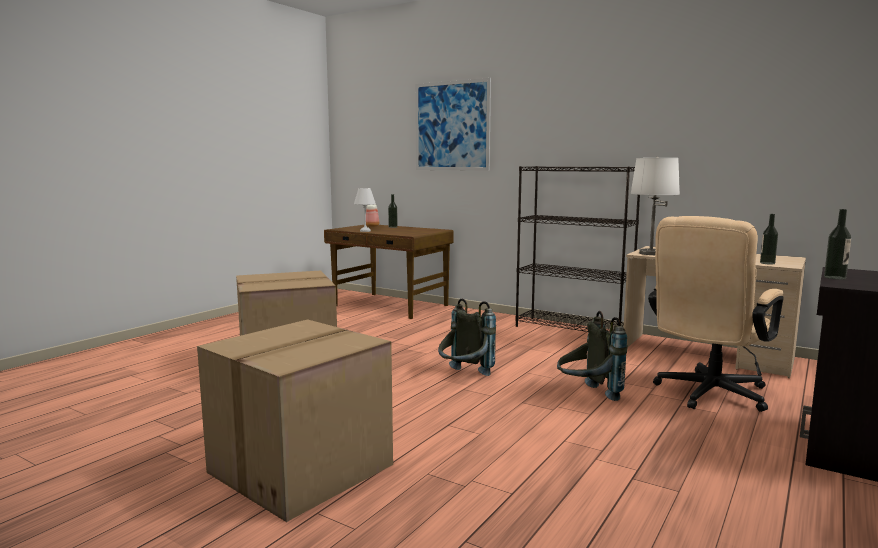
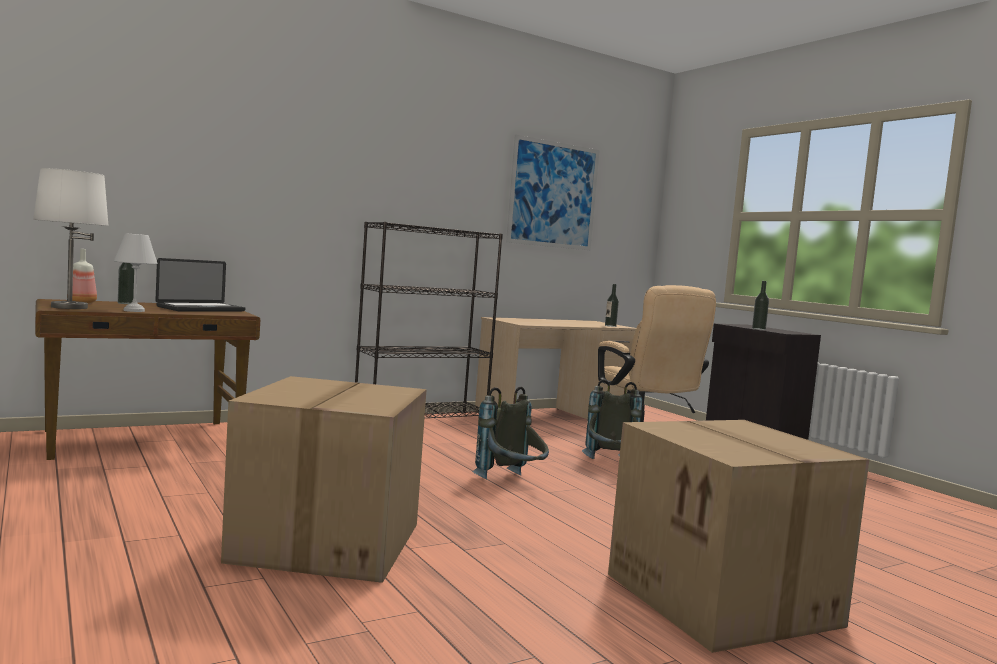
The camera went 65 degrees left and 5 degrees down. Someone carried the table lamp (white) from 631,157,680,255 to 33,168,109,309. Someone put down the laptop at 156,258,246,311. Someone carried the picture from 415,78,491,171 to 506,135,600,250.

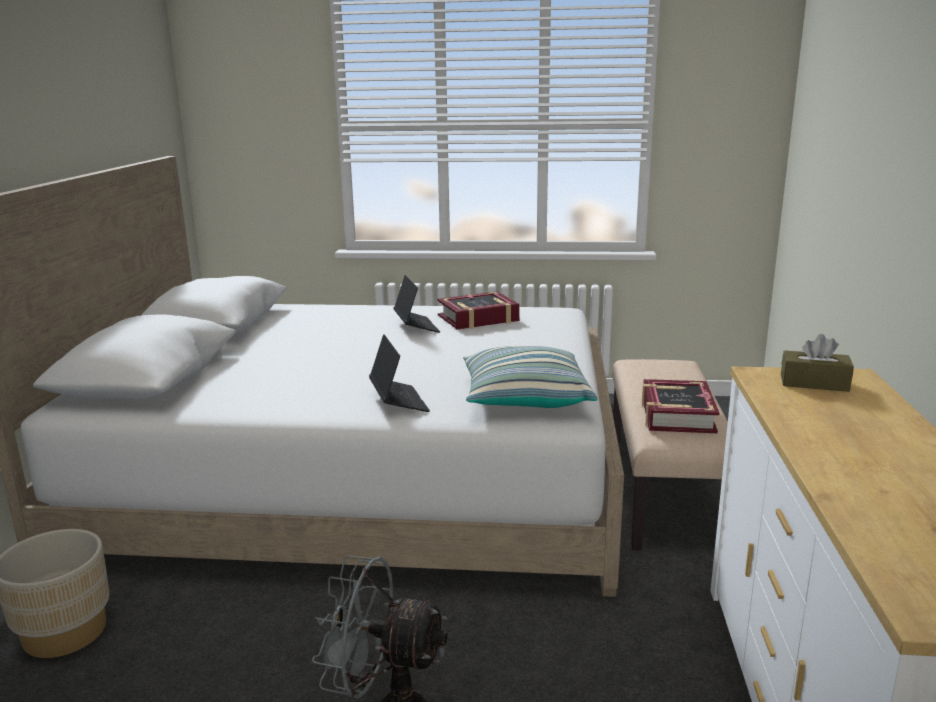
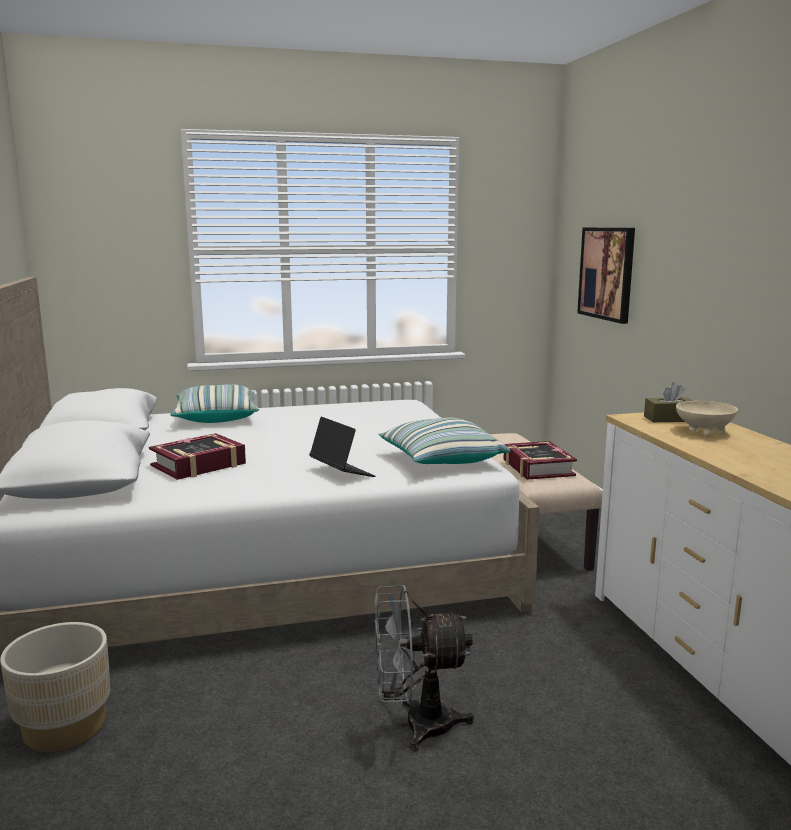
The camera went 20 degrees left and 5 degrees down. Someone carried the book from 437,291,520,329 to 149,433,246,480. Someone put down the pillow at 170,384,259,423. Someone put up the picture at 577,228,635,324. Someone put down the bowl (beige) at 676,401,738,436. Someone took away the laptop at 393,275,440,333.

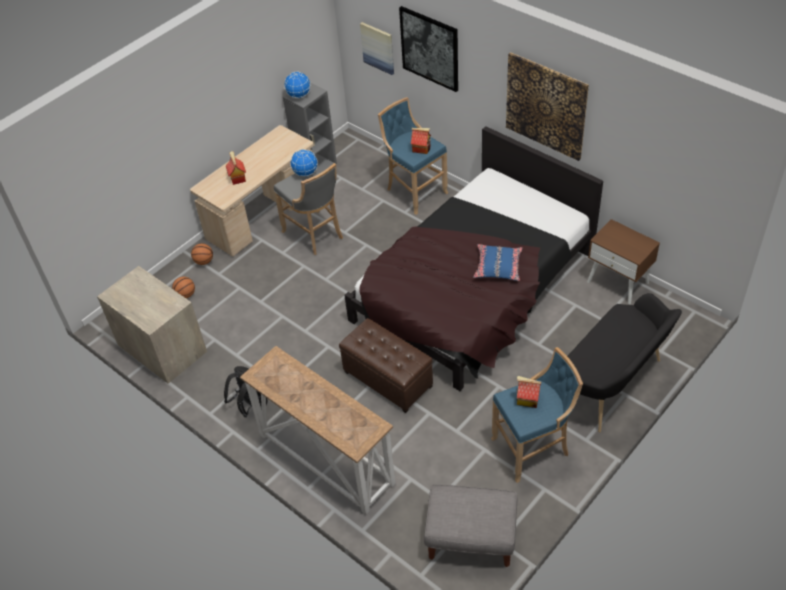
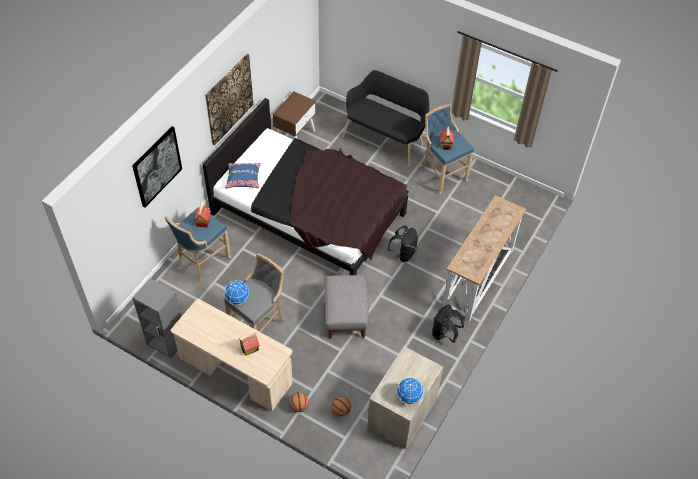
The camera went 105 degrees left and 5 degrees up. Someone carried the pillow (blue) from 473,244,523,281 to 225,163,261,188. Someone carried the ottoman (grey) from 424,484,517,567 to 324,275,369,339. Someone swapped the ottoman (brown) at 339,318,433,413 for the backpack (black) at 387,226,418,262. Someone carried the globe from 284,71,311,99 to 397,378,423,405. Someone took away the picture at 360,22,394,75.

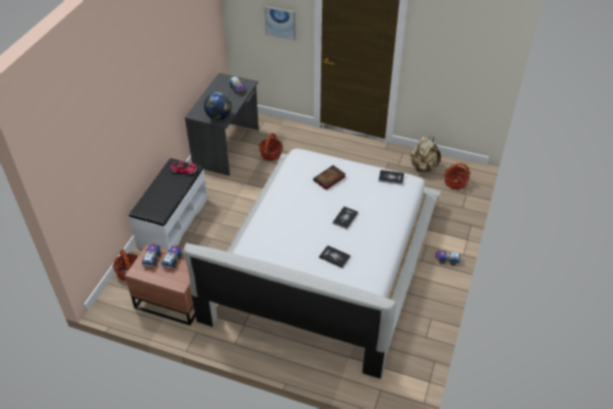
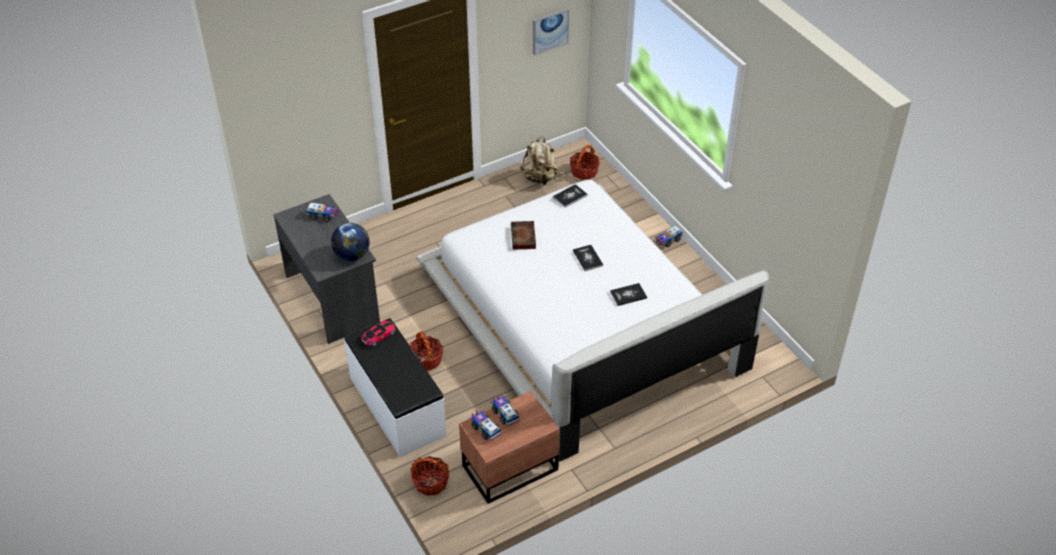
The camera went 50 degrees left and 0 degrees up. Someone carried the basket from 259,133,283,161 to 410,331,443,371. Someone carried the picture from 265,6,296,40 to 533,9,569,55.

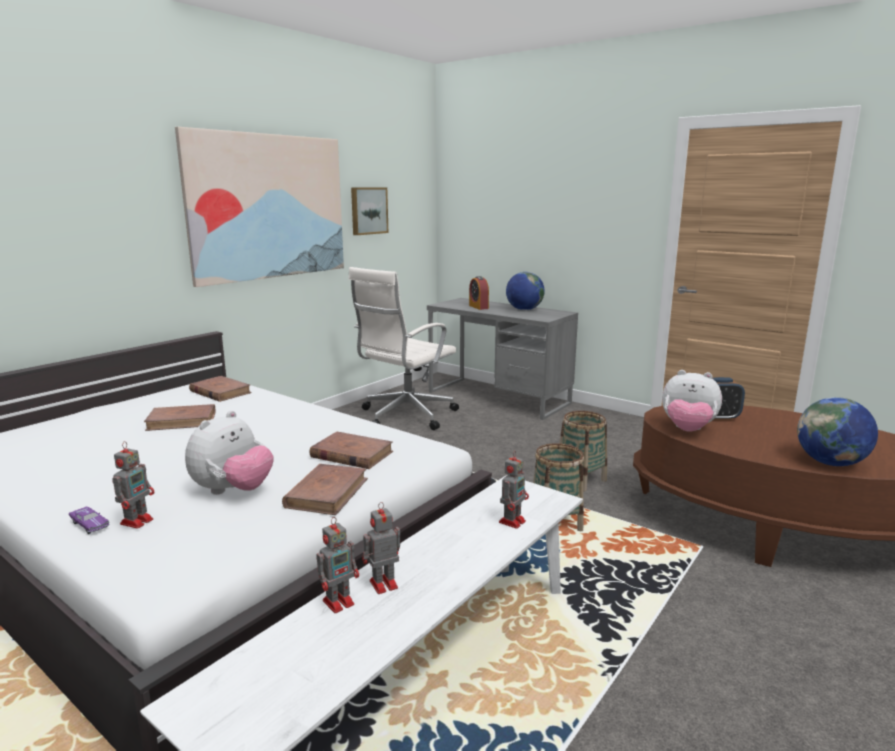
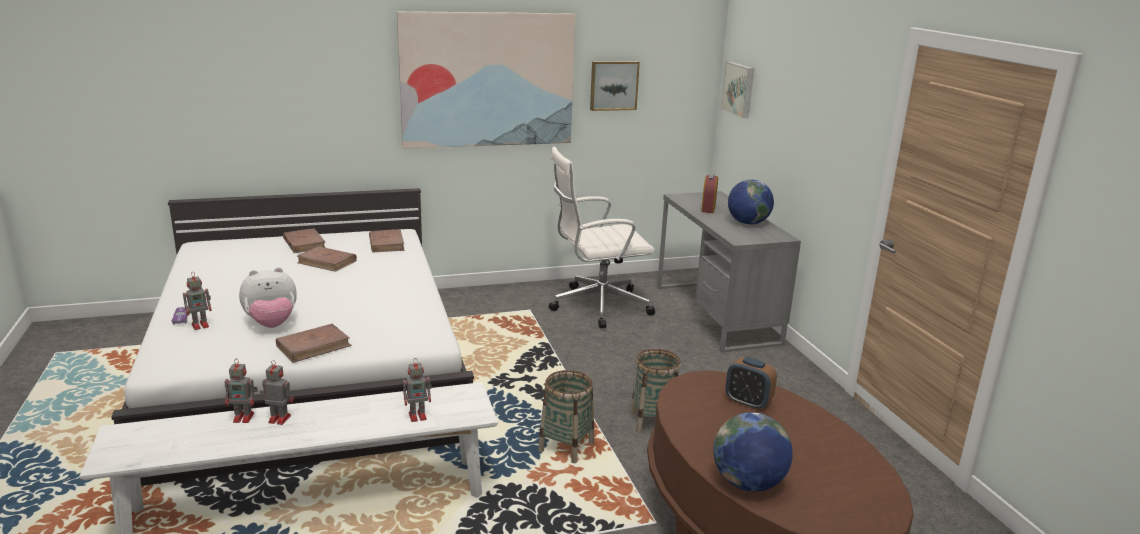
The camera went 35 degrees right and 5 degrees up. Someone carried the book (brown) from 310,432,393,469 to 283,228,326,253. Someone put up the picture at 721,62,754,118. Someone took away the plush toy at 662,370,722,432.

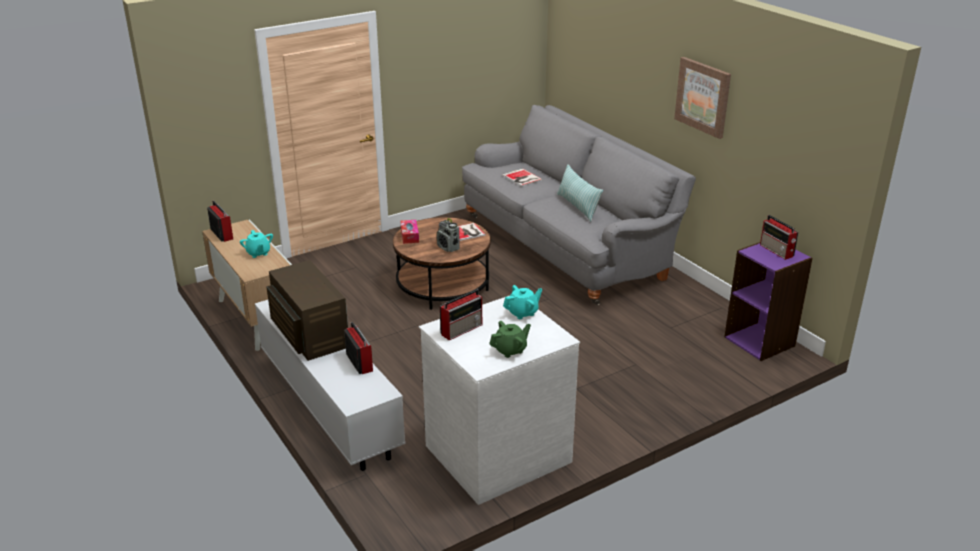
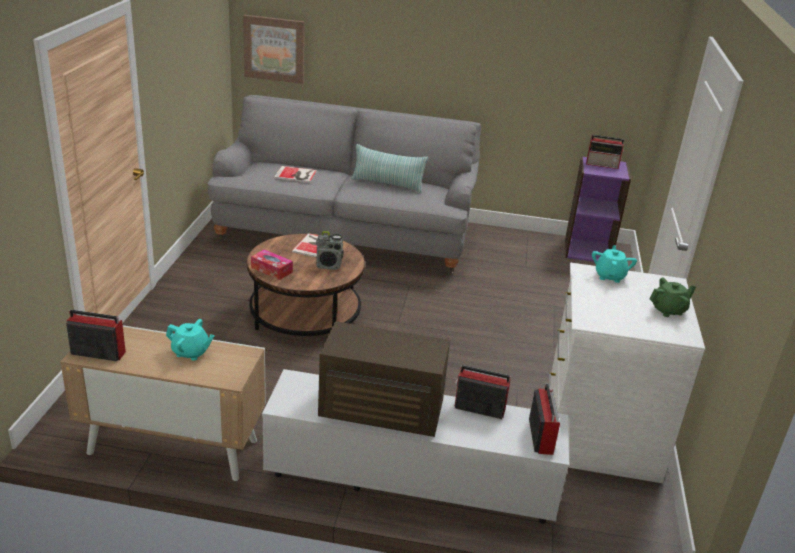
The camera went 50 degrees left and 0 degrees up. Someone carried the picture from 674,57,731,139 to 243,15,305,84. Someone carried the radio from 440,289,482,340 to 529,383,560,455. Someone rotated the teapot (green) at 489,321,531,358 by 60 degrees clockwise.

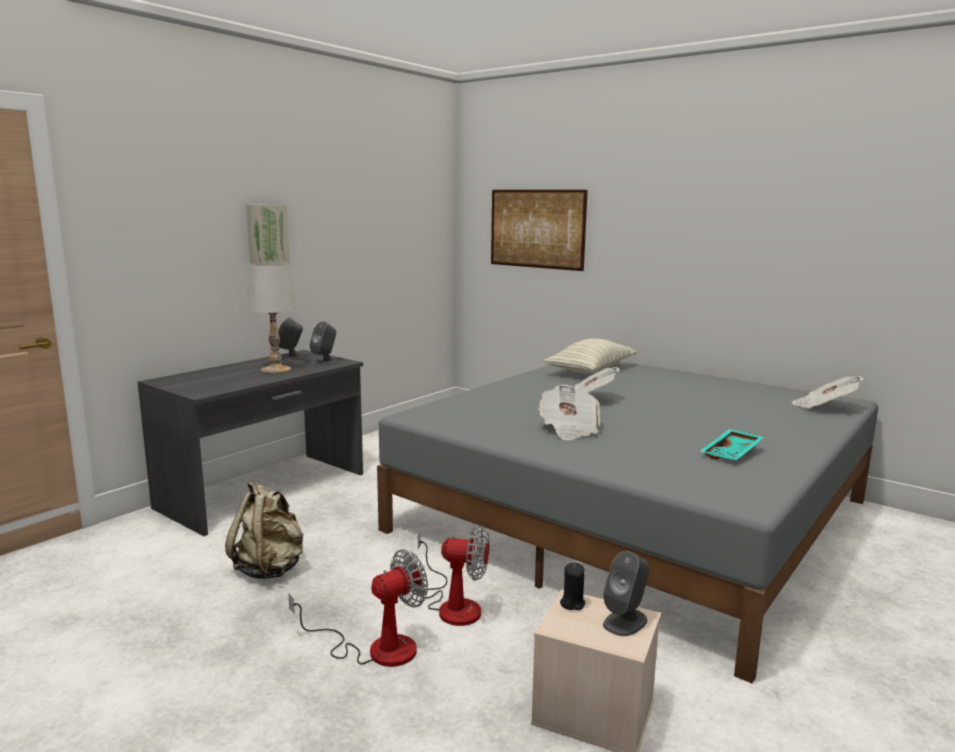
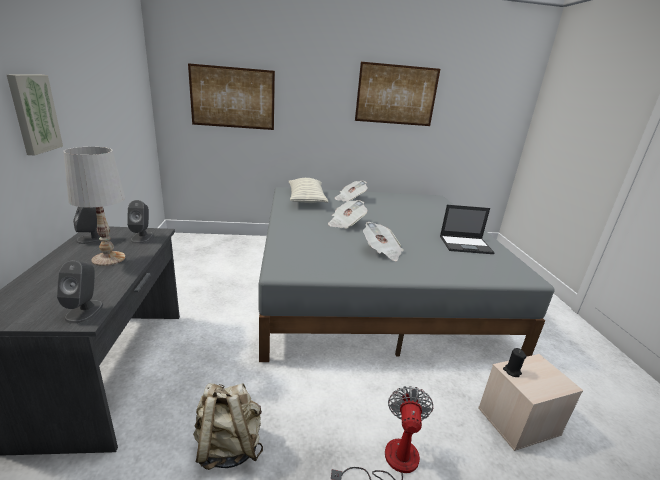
The camera went 45 degrees left and 10 degrees up. Someone carried the speaker (grey) from 603,551,649,636 to 57,261,103,324. Someone carried the newspaper from 792,376,864,409 to 335,181,368,202. Someone put up the picture at 355,62,440,126. Someone swapped the tray (turquoise) at 699,429,764,460 for the laptop at 440,205,495,254. Someone took away the fan at 418,525,490,626.

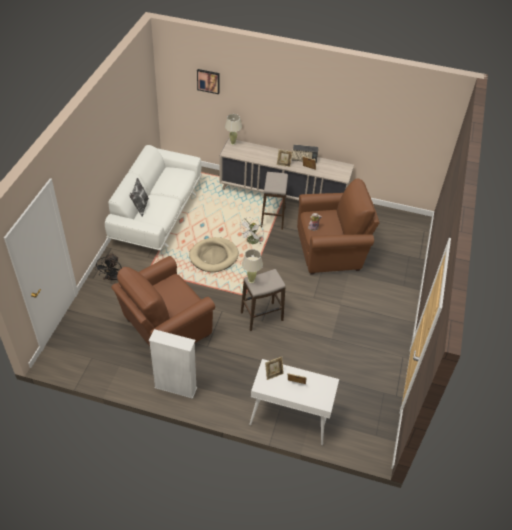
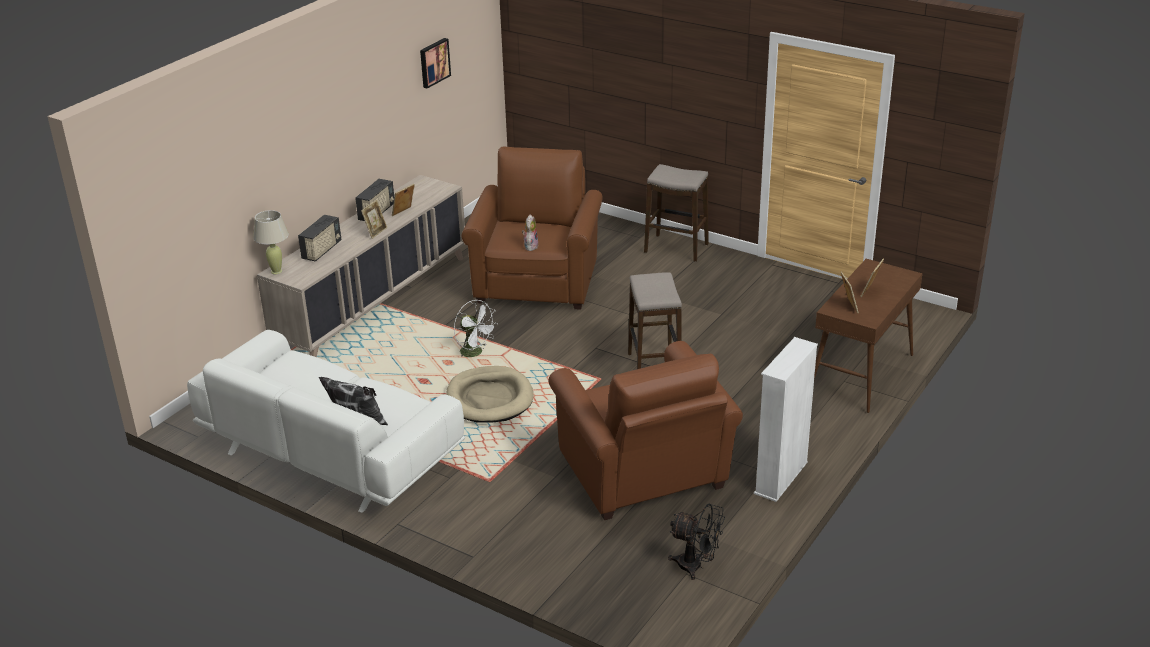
The camera went 70 degrees left and 15 degrees down. Someone put down the radio at 298,215,341,262. Someone carried the picture from 197,69,220,94 to 420,38,451,89. Someone carried the stool from 261,172,288,230 to 644,164,708,262. Someone carried the fan (black) from 95,253,122,281 to 668,503,725,580. Someone repainted the console table (white) at 249,359,339,445, which became the console table (brown) at 814,259,923,413. Someone took away the table lamp (beige) at 242,249,263,283.

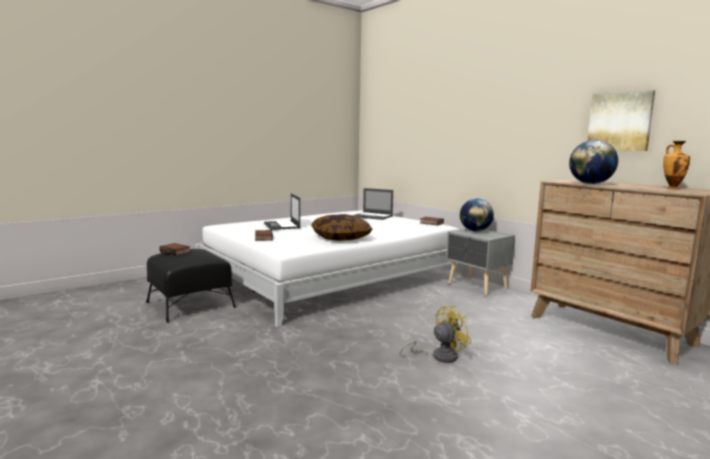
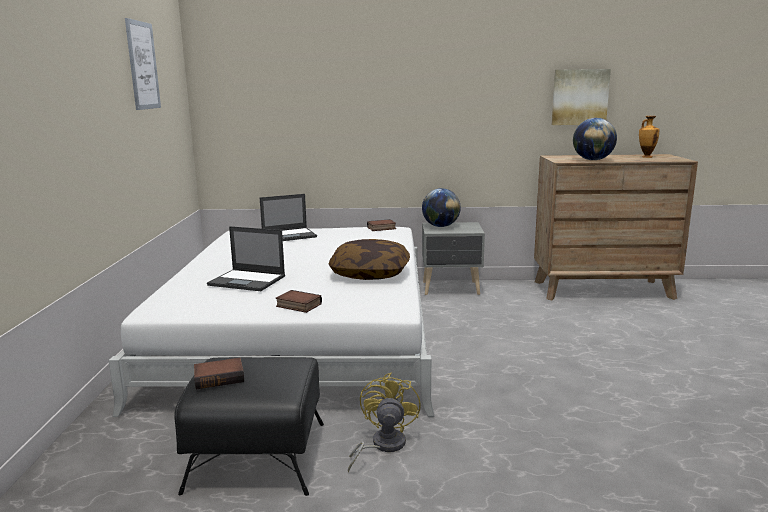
The camera went 50 degrees left and 5 degrees up. Someone put up the picture at 125,18,161,110. Someone carried the fan (yellow) from 400,305,471,363 to 348,373,421,473.

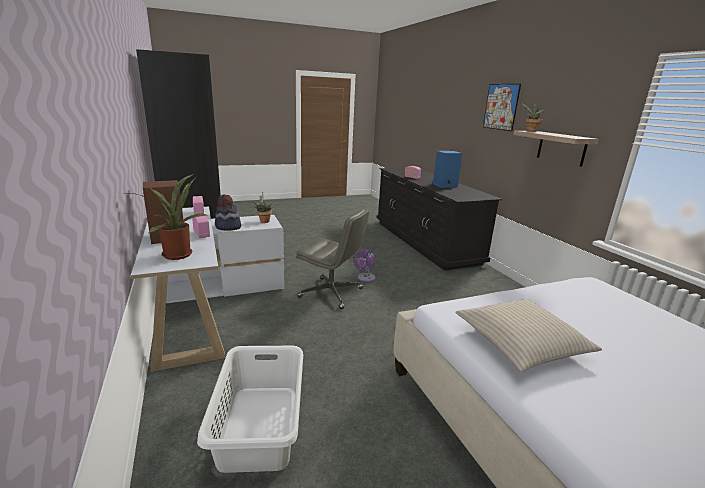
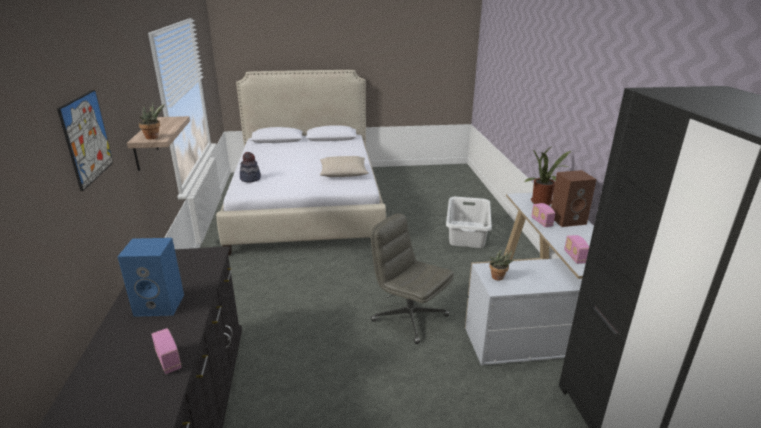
The camera went 165 degrees left and 5 degrees up. Someone carried the hat from 215,195,241,231 to 240,152,261,183. Someone took away the fan (purple) at 353,249,376,282.

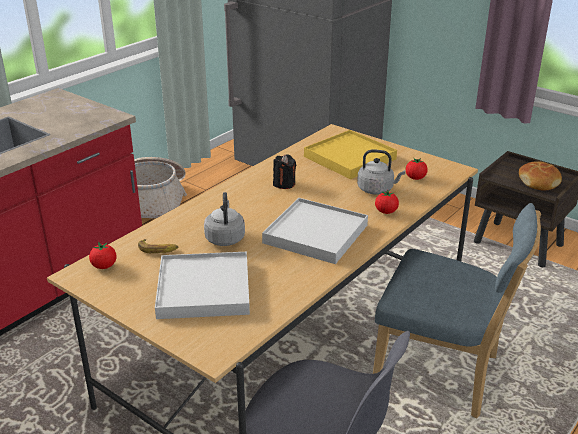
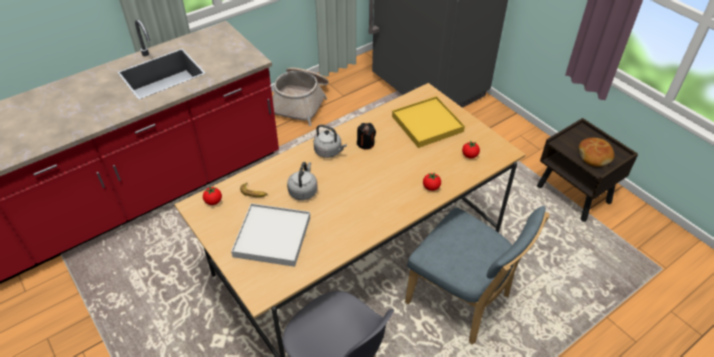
The camera went 15 degrees right and 15 degrees up. Someone carried the kettle (grey) from 357,149,405,195 to 314,124,347,158. Someone took away the tray (white) at 262,198,368,264.

